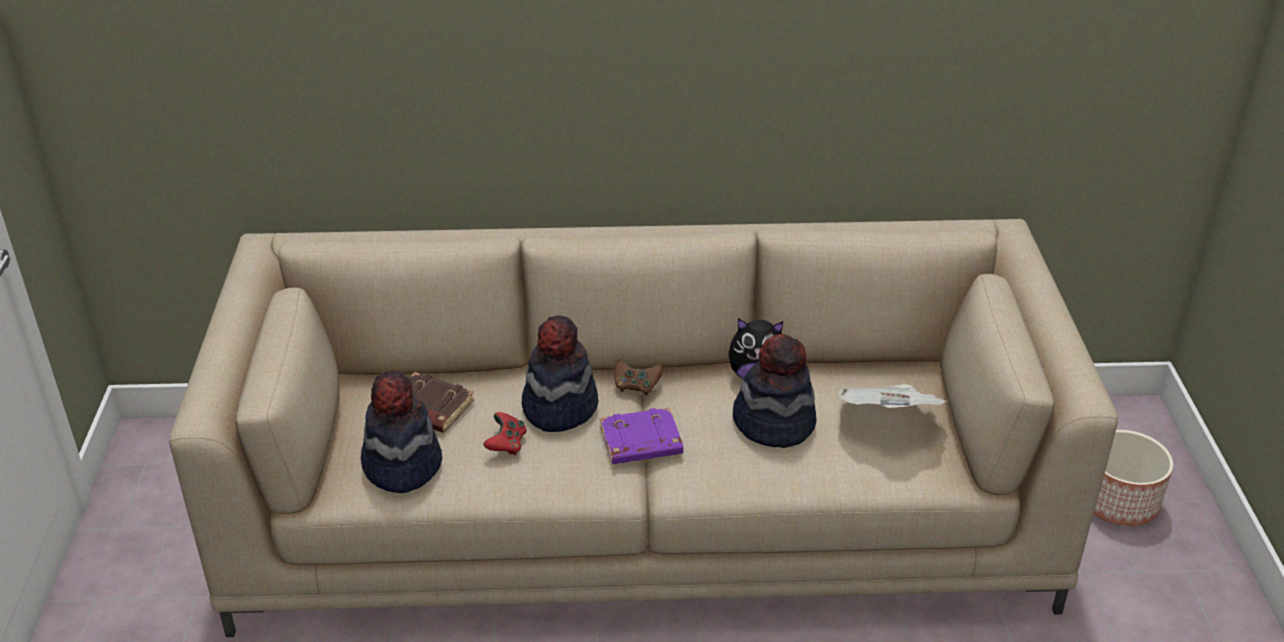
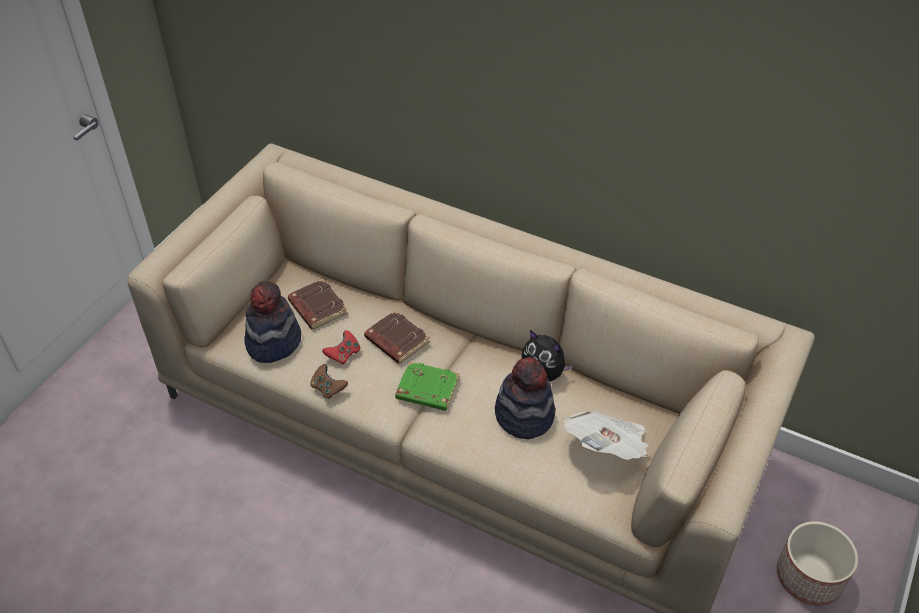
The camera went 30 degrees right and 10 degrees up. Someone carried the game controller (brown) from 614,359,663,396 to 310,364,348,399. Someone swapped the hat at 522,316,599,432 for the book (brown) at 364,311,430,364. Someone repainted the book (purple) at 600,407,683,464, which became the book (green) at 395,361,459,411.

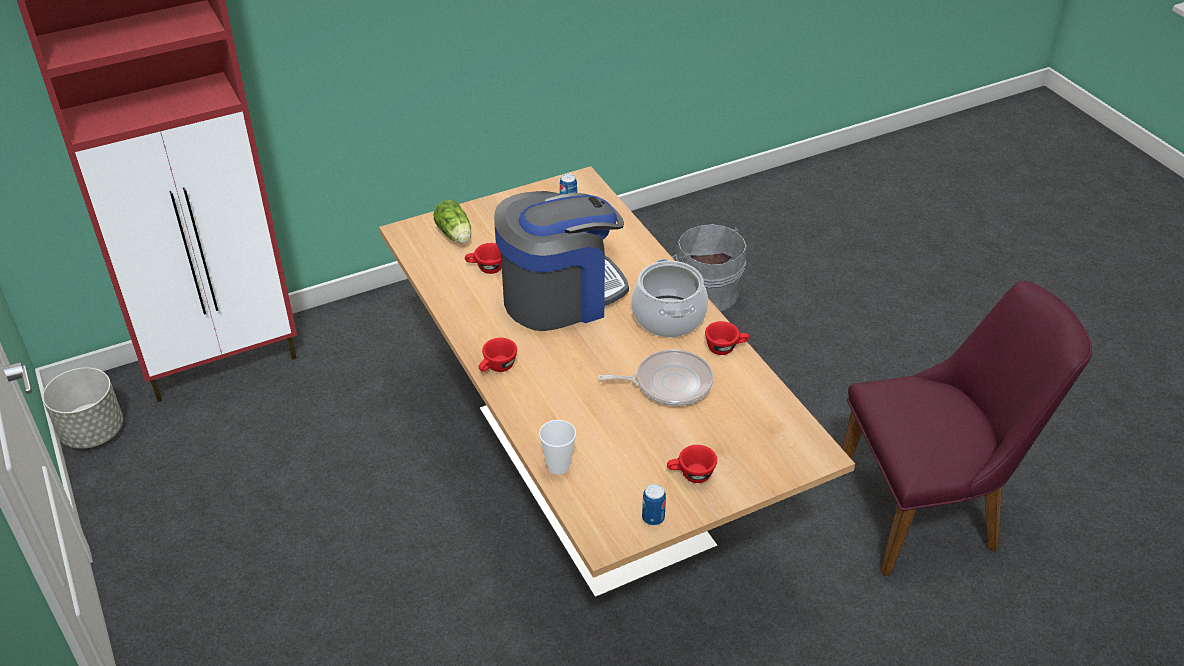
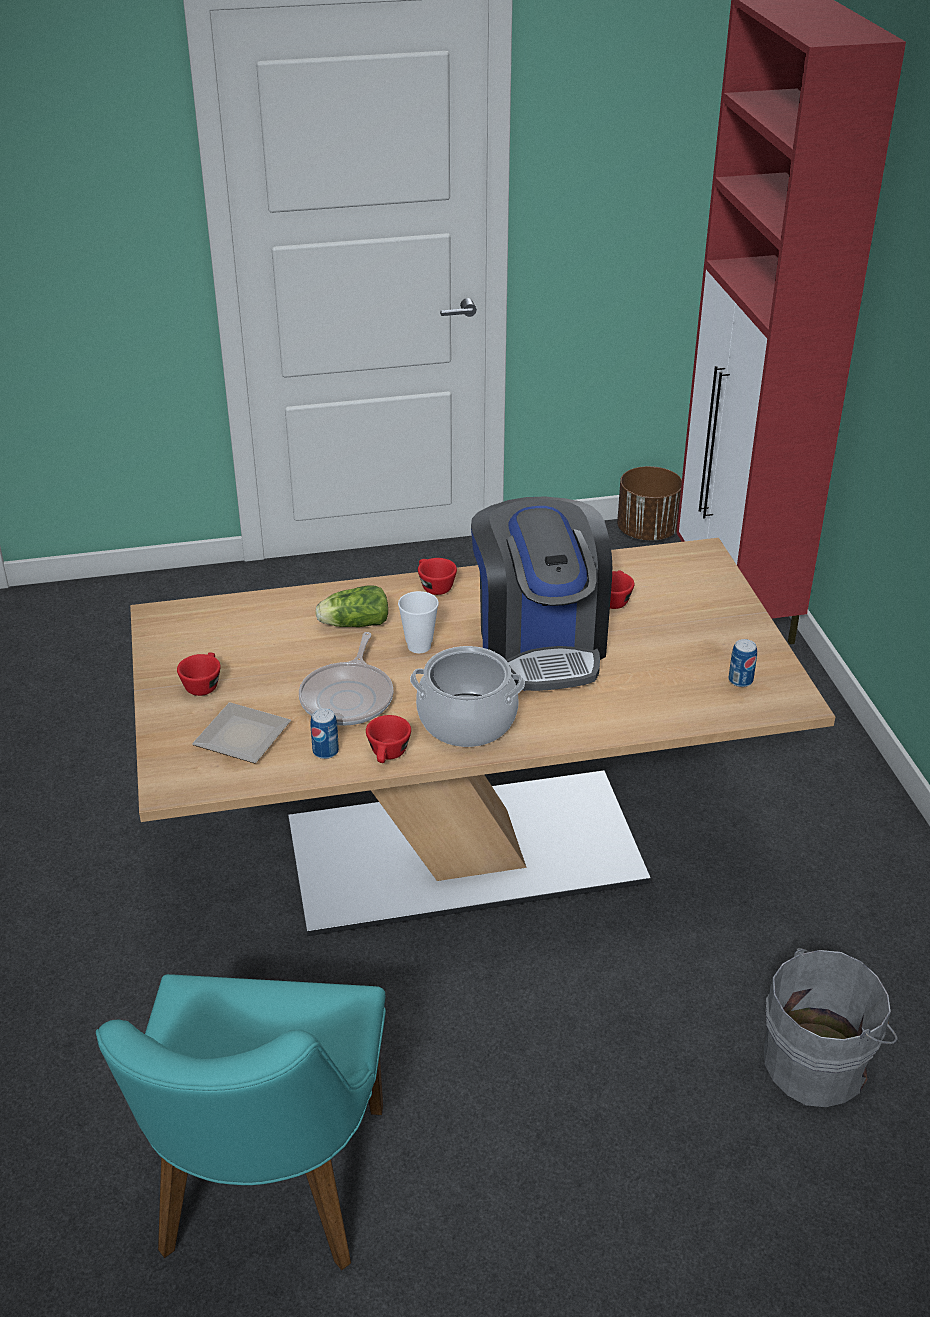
The camera went 105 degrees right and 5 degrees down. Someone repainted the chair (purple) at 839,281,1092,576, which became the chair (turquoise) at 96,974,386,1270. Someone put down the plate at 192,702,291,764. Someone carried the can from 642,484,666,526 to 310,708,339,759. Someone carried the lettuce from 433,200,471,244 to 315,586,388,627. Someone carried the cup from 539,420,576,475 to 398,591,439,653. Someone repainted the planter (grey) at 42,367,123,449, which became the planter (brown) at 617,466,682,541.

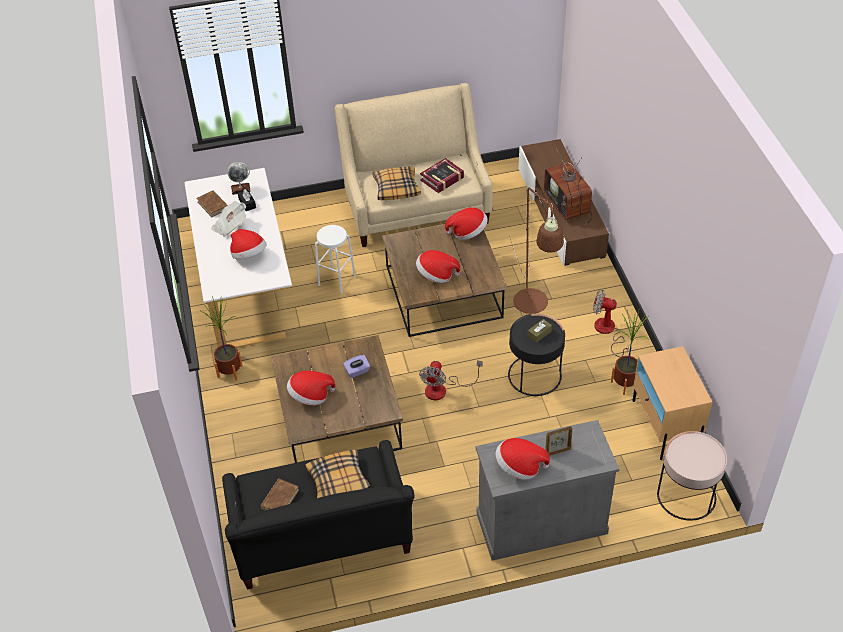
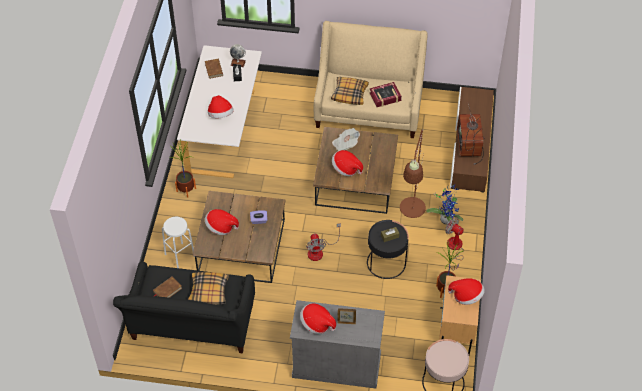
The camera went 20 degrees right and 5 degrees up. Someone carried the stool (white) from 315,225,356,294 to 162,217,195,268. Someone rotated the fan at 419,360,482,400 by 45 degrees counterclockwise. Someone carried the newspaper from 211,201,246,237 to 332,128,360,151. Someone put down the potted plant at 426,185,463,225. Someone carried the hat from 445,207,488,240 to 448,278,485,305.

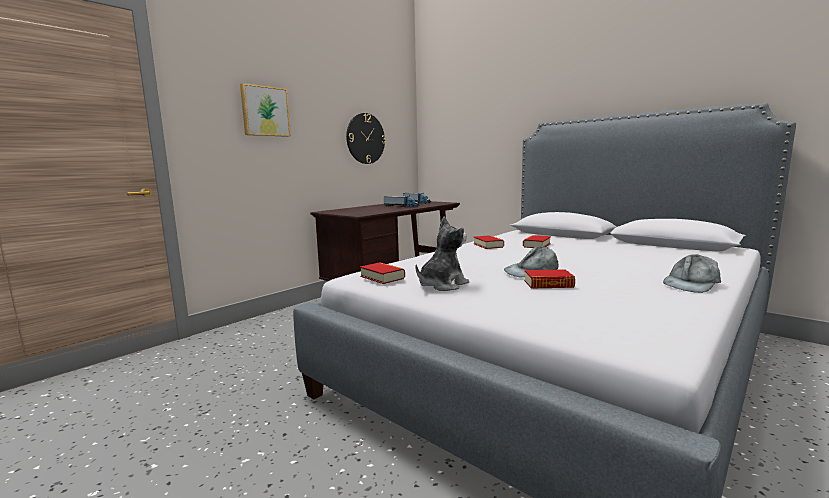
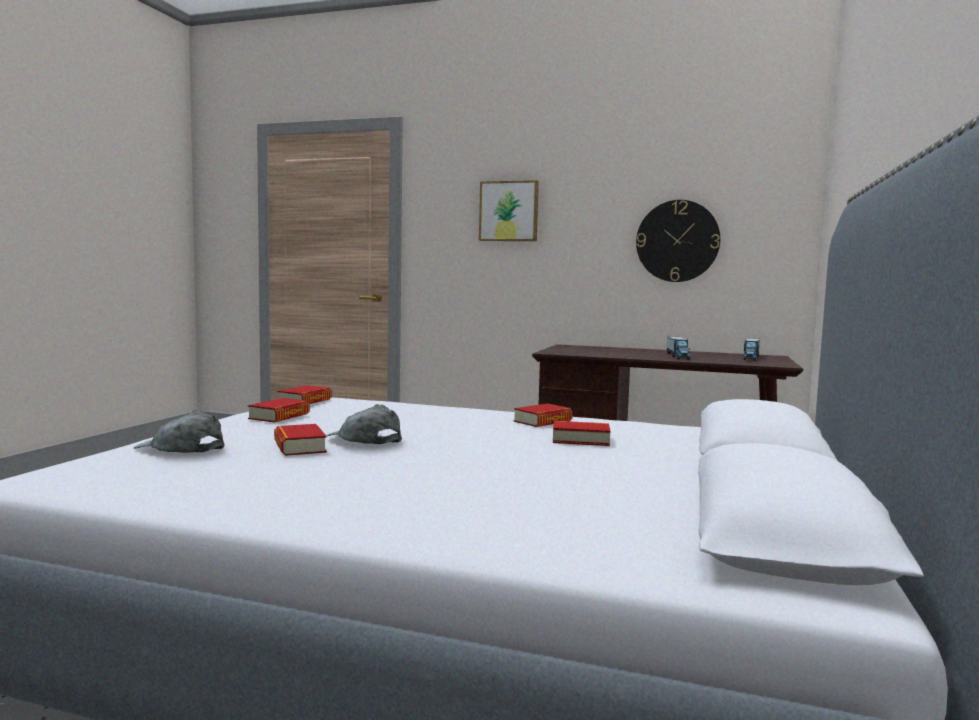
The camera went 65 degrees right and 5 degrees down. Someone carried the cap (grey) from 663,254,721,293 to 133,410,224,453. Someone swapped the plush toy at 416,216,469,291 for the book at 248,398,310,423.

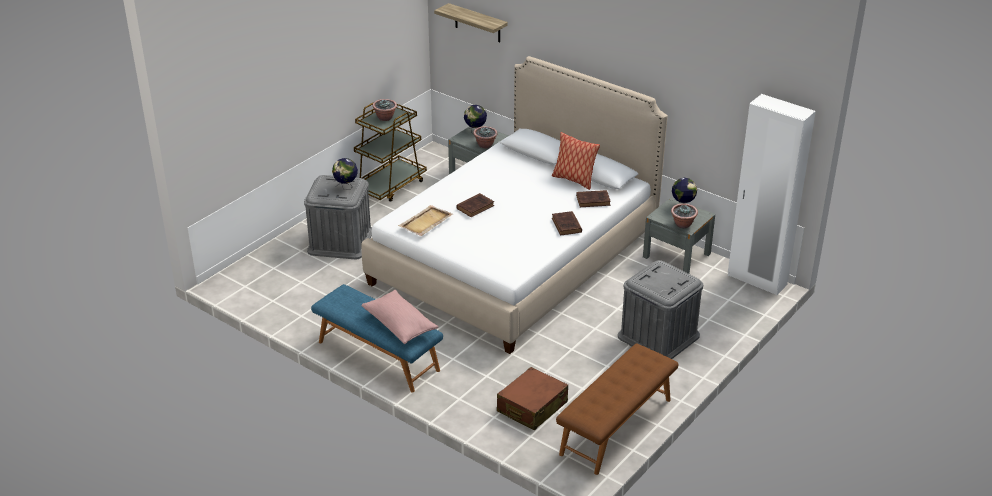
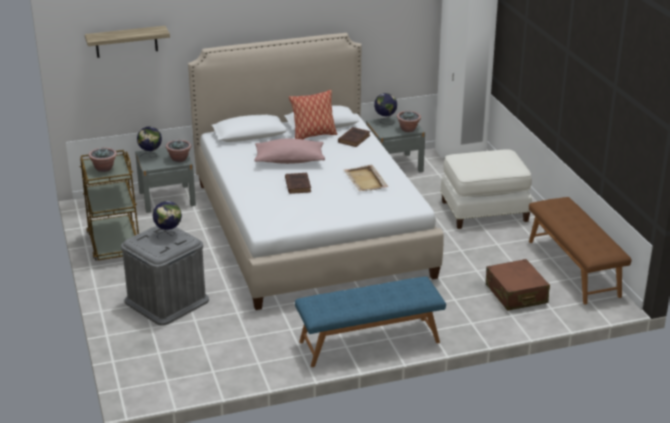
The camera went 55 degrees left and 5 degrees down. Someone carried the pillow (pink) from 361,290,438,344 to 254,139,325,164. Someone carried the tray (beige) from 398,205,453,236 to 344,165,389,191. Someone swapped the storage box (grey) at 618,260,703,359 for the ottoman (white) at 440,149,532,229. Someone took away the book (brown) at 552,211,582,235.

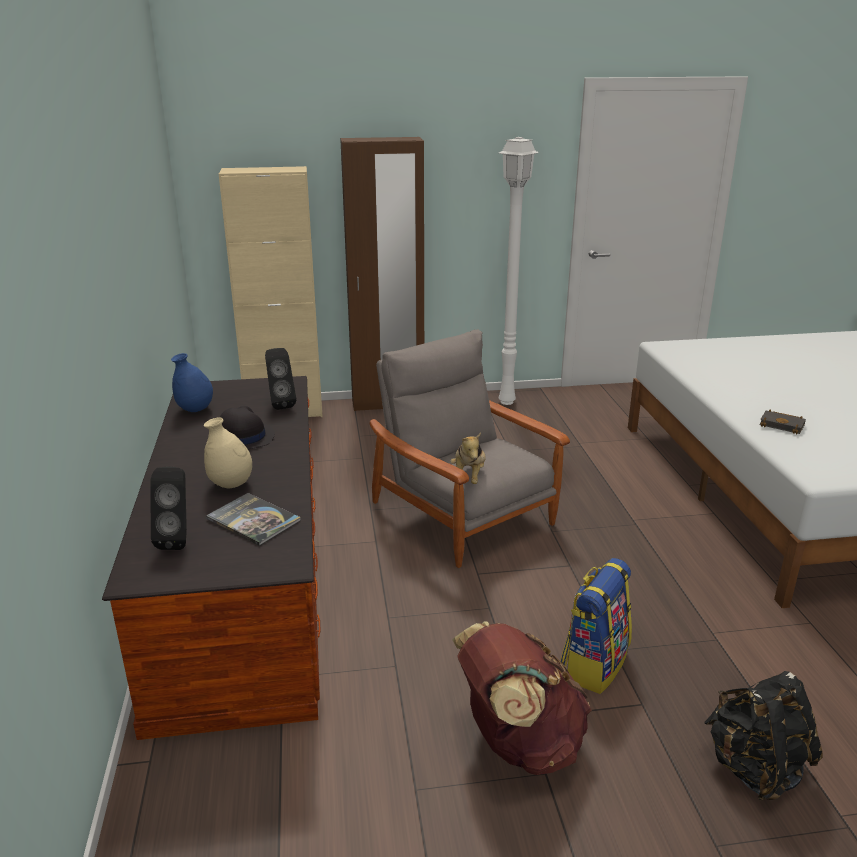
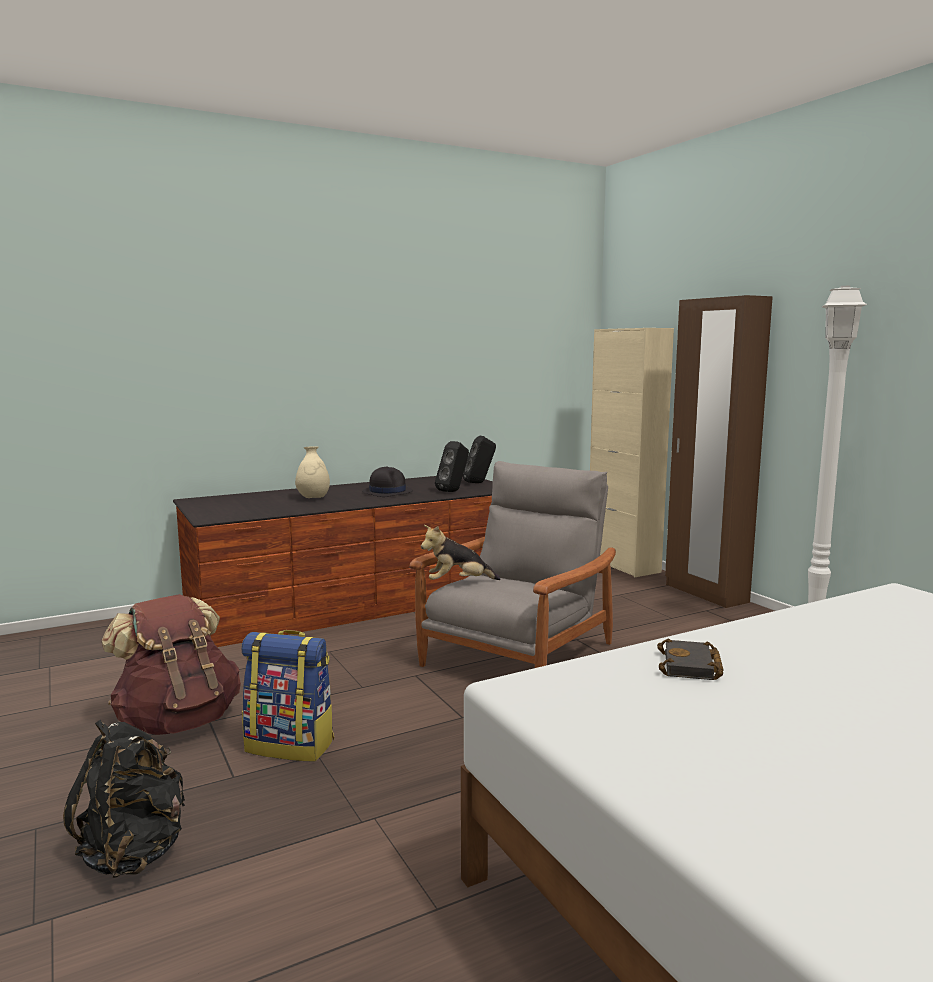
The camera went 70 degrees right and 15 degrees down. Someone carried the speaker (black) from 150,466,187,550 to 463,436,496,483. Someone took away the vase (blue) at 171,353,213,412. Someone took away the book at 206,493,301,546.

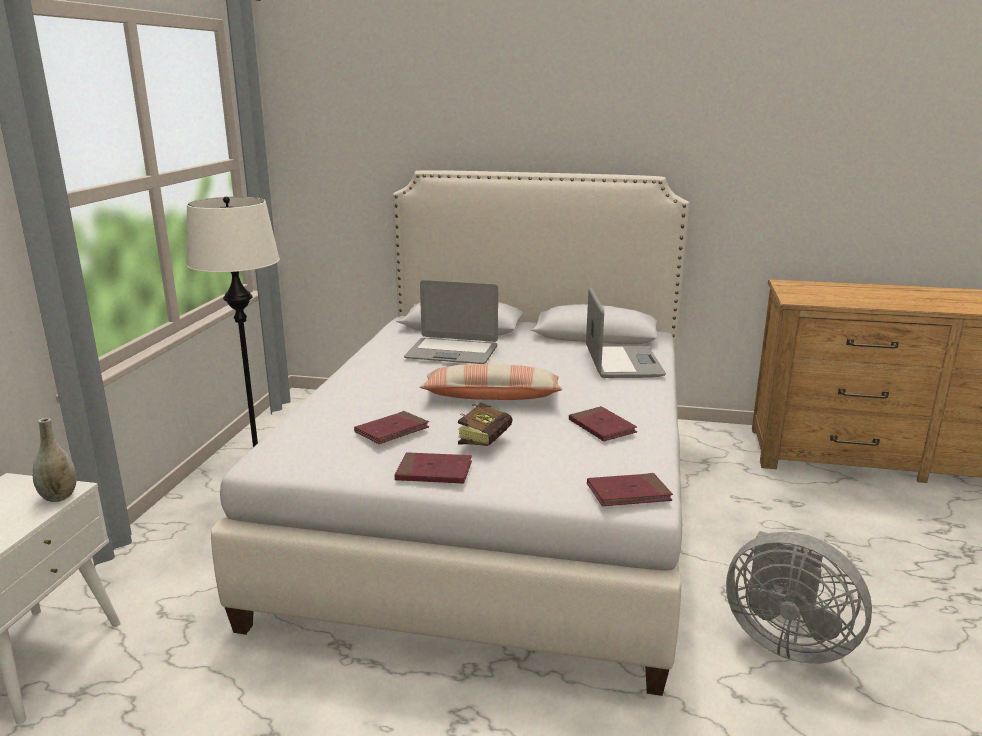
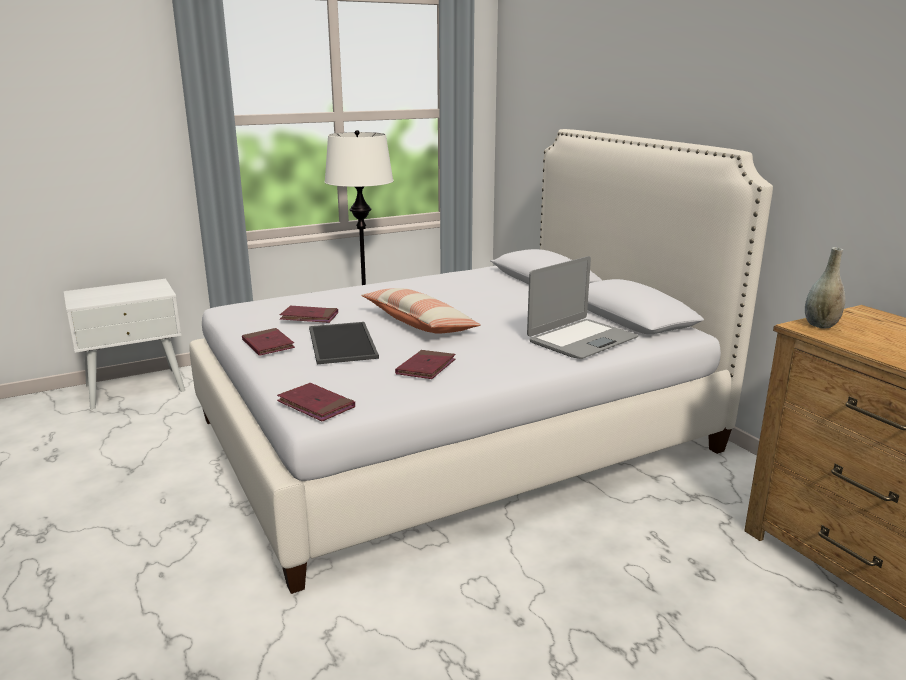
The camera went 50 degrees right and 0 degrees up. Someone swapped the book at 458,402,513,446 for the tray at 309,322,379,364. Someone carried the vase (grey) from 33,418,77,502 to 805,247,846,329. Someone took away the laptop at 404,280,498,364. Someone took away the fan (grey) at 726,531,872,664.

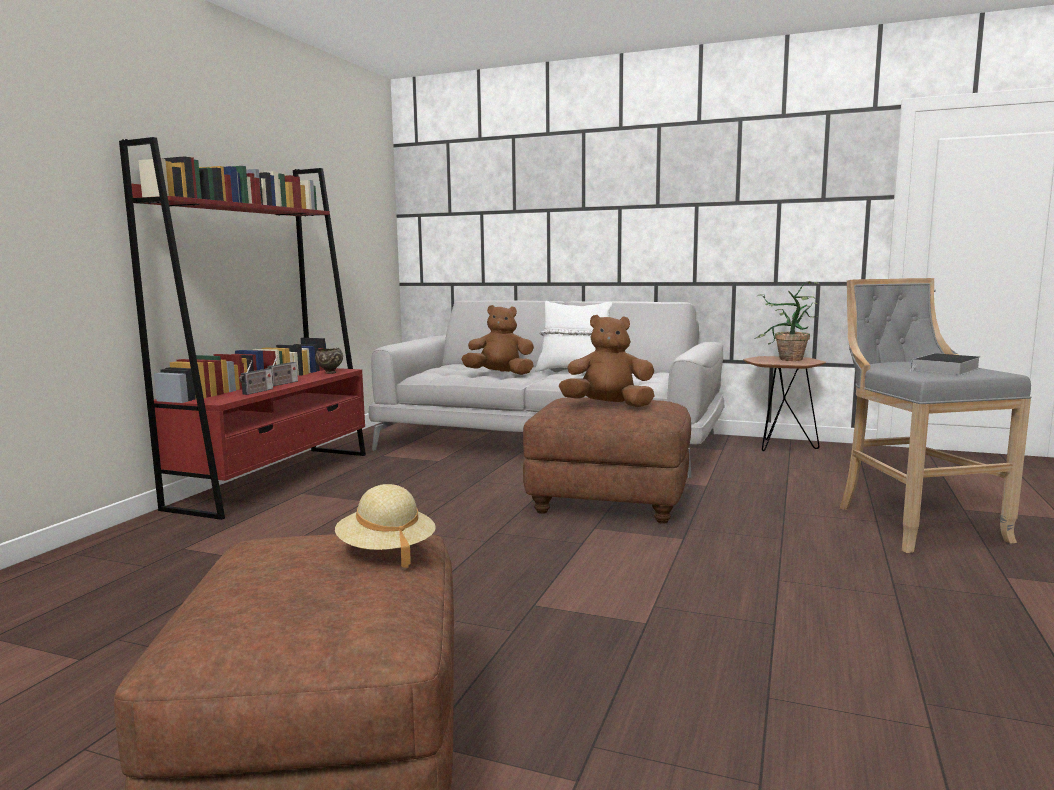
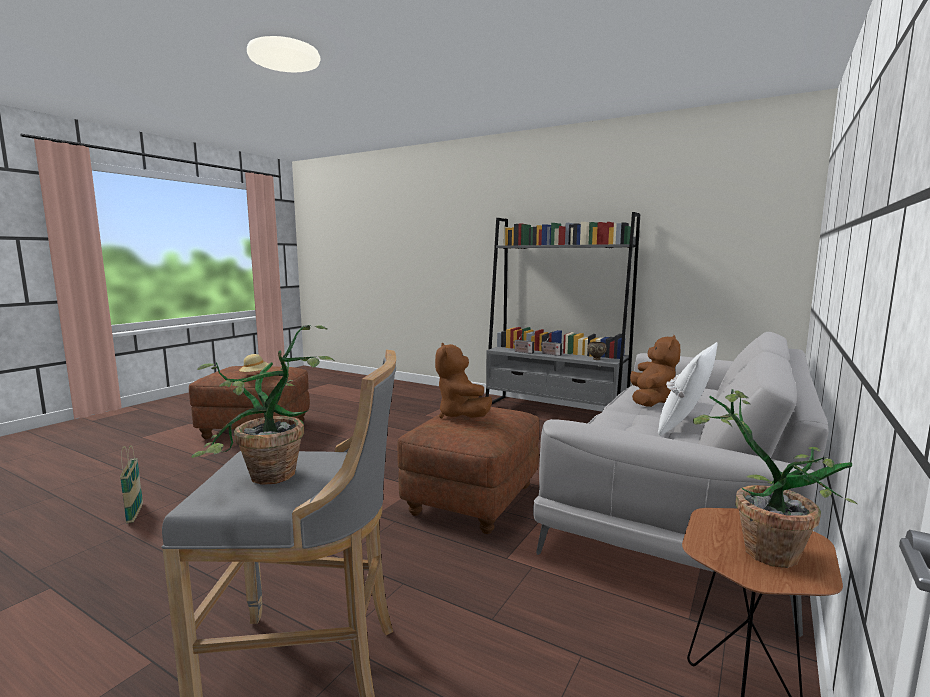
The camera went 100 degrees right and 0 degrees up. Someone put down the basket at 120,445,143,523. Someone swapped the book at 910,353,980,375 for the potted plant at 192,325,335,485. Someone rotated the plush toy (brown) at 559,315,654,407 by 150 degrees clockwise. Someone repainted the bookcase (red) at 119,137,366,520, which became the bookcase (grey) at 486,212,640,406.

